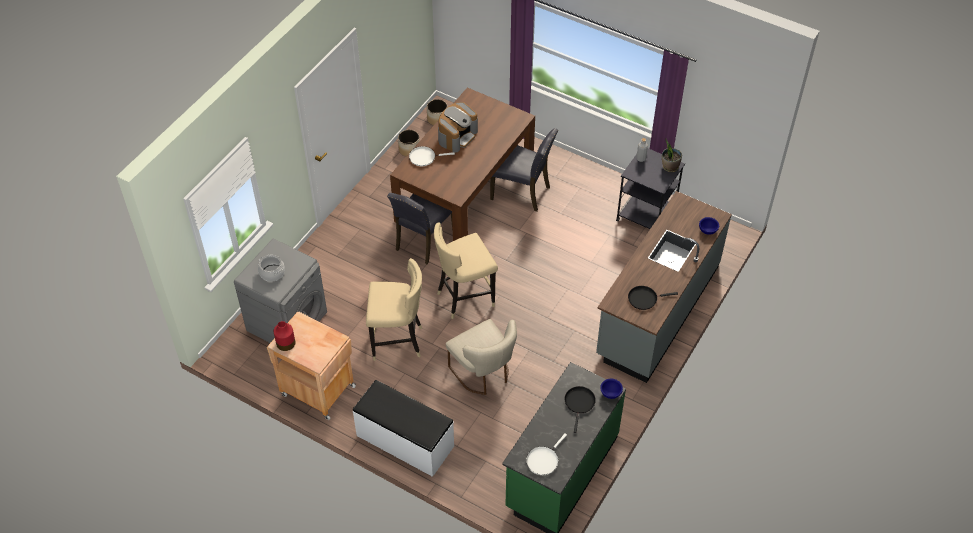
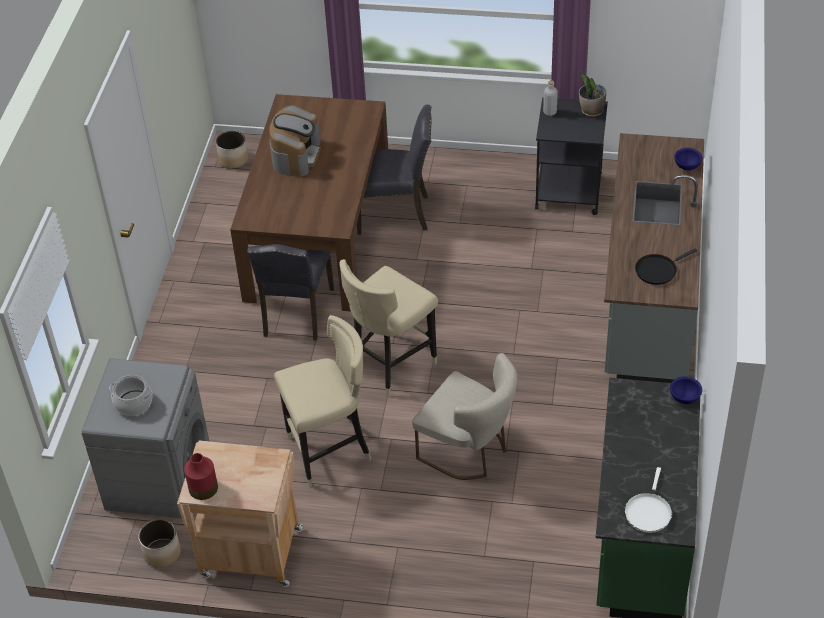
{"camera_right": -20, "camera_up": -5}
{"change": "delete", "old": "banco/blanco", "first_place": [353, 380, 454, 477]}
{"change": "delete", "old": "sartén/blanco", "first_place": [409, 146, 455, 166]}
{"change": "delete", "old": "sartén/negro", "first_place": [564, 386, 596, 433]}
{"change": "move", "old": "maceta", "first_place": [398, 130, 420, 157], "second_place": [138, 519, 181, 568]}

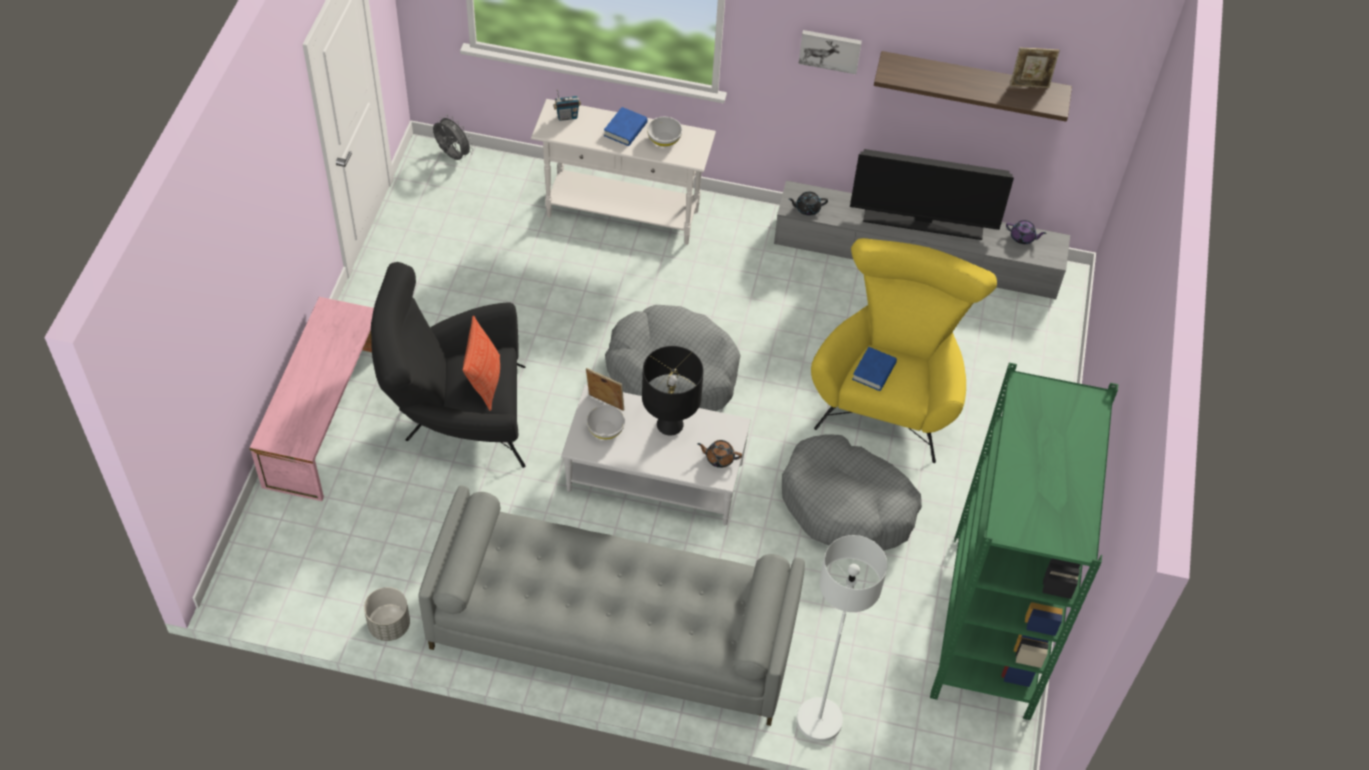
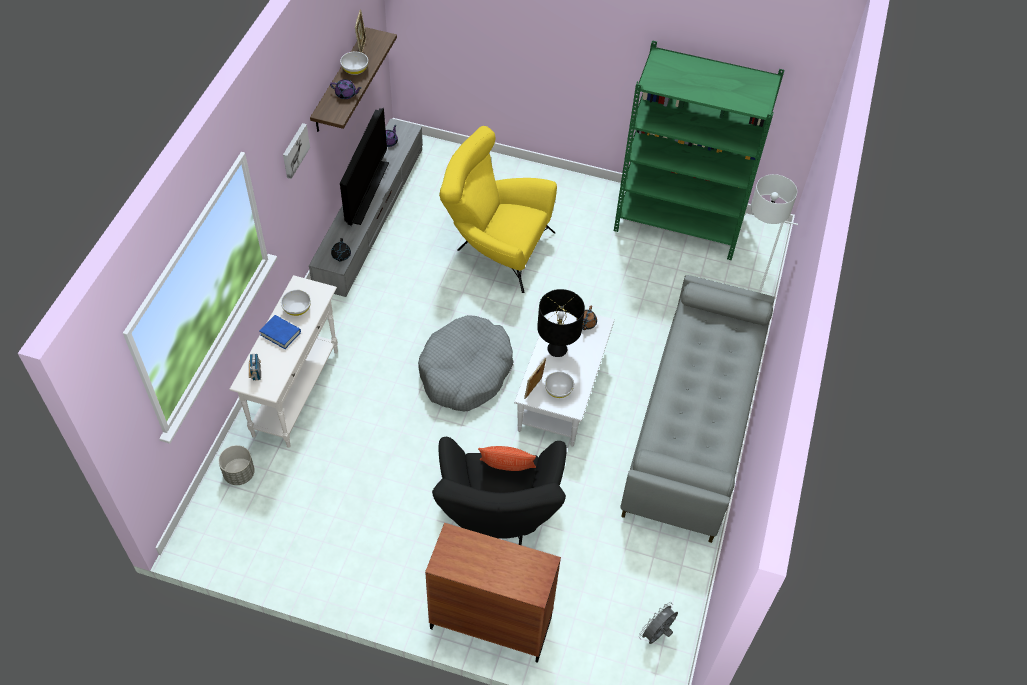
{"camera_right": -85, "camera_up": 0}
{"change": "delete", "old": "cama para perro/gris", "first_place": [782, 434, 922, 551]}
{"change": "delete", "old": "libro/azul", "first_place": [852, 347, 897, 391]}
{"change": "insert", "new": "tetera/morado", "second_place": [330, 79, 362, 99]}
{"change": "insert", "new": "cuenco/blanco", "second_place": [340, 52, 368, 75]}
{"change": "move", "old": "maceta/gris", "first_place": [364, 587, 410, 641], "second_place": [219, 445, 255, 485]}
{"change": "move", "old": "ventilador/gris", "first_place": [433, 114, 474, 160], "second_place": [639, 602, 678, 644]}
{"change": "replace", "old": "banco/rosa", "new": "cómoda/marrón", "first_place": [249, 297, 374, 501], "second_place": [425, 523, 561, 663]}

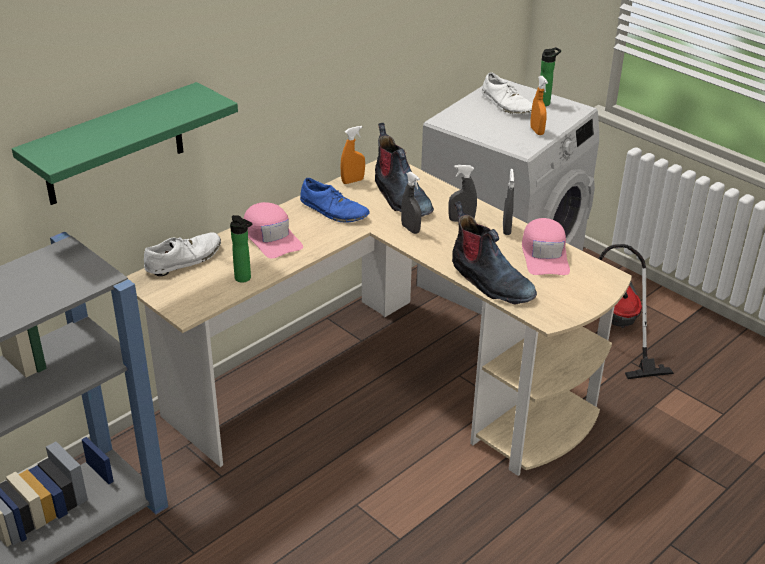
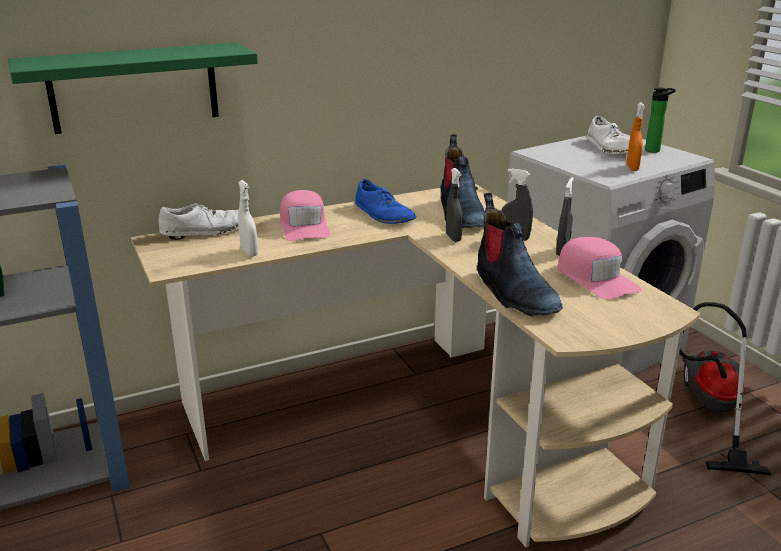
{"camera_right": 20, "camera_up": -10}
{"change": "delete", "old": "pulverizador/naranja", "first_place": [341, 126, 365, 184]}
{"change": "replace", "old": "botella", "new": "pulverizador/blanco", "first_place": [230, 215, 253, 283], "second_place": [238, 180, 258, 257]}
{"change": "rotate", "old": "gorra/rosa", "first_place": [522, 218, 570, 275], "second_place": [557, 237, 642, 300], "degrees": -45}

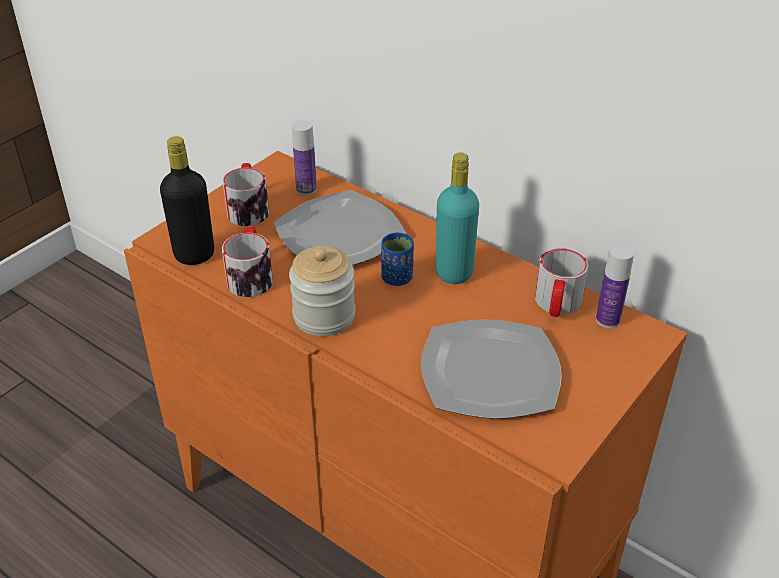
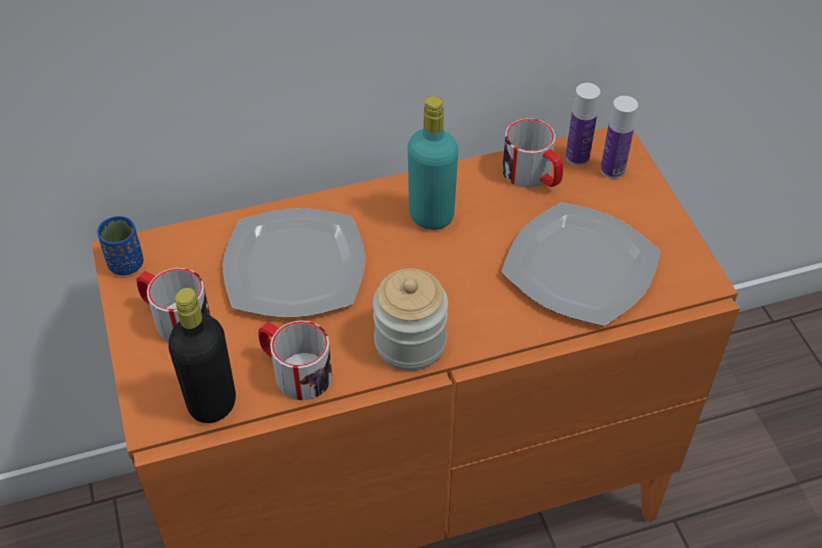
{"camera_right": -55, "camera_up": 10}
{"change": "move", "old": "botella", "first_place": [292, 120, 317, 195], "second_place": [601, 96, 638, 179]}
{"change": "move", "old": "taza/azul", "first_place": [381, 233, 414, 286], "second_place": [97, 216, 144, 275]}

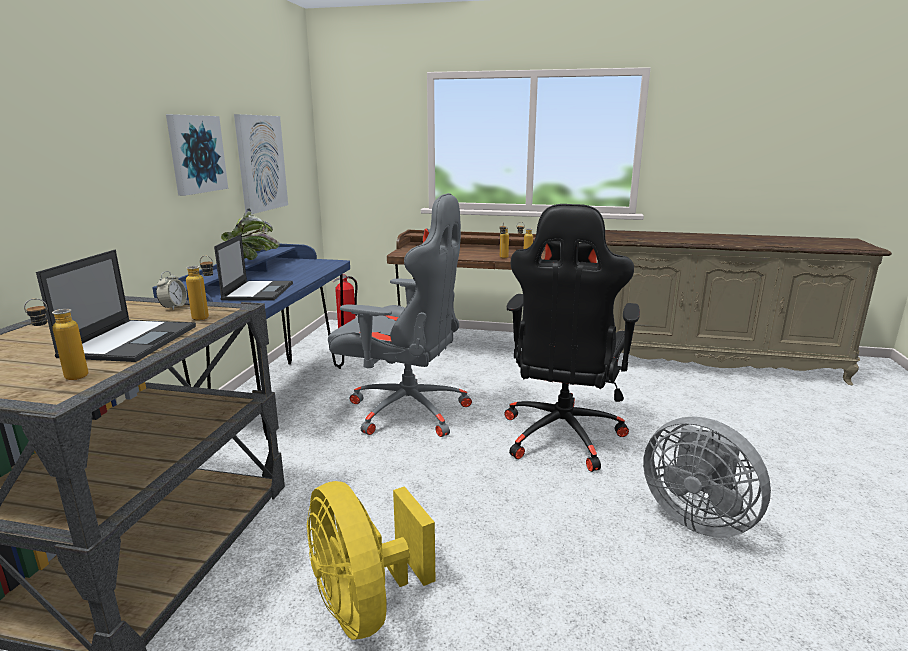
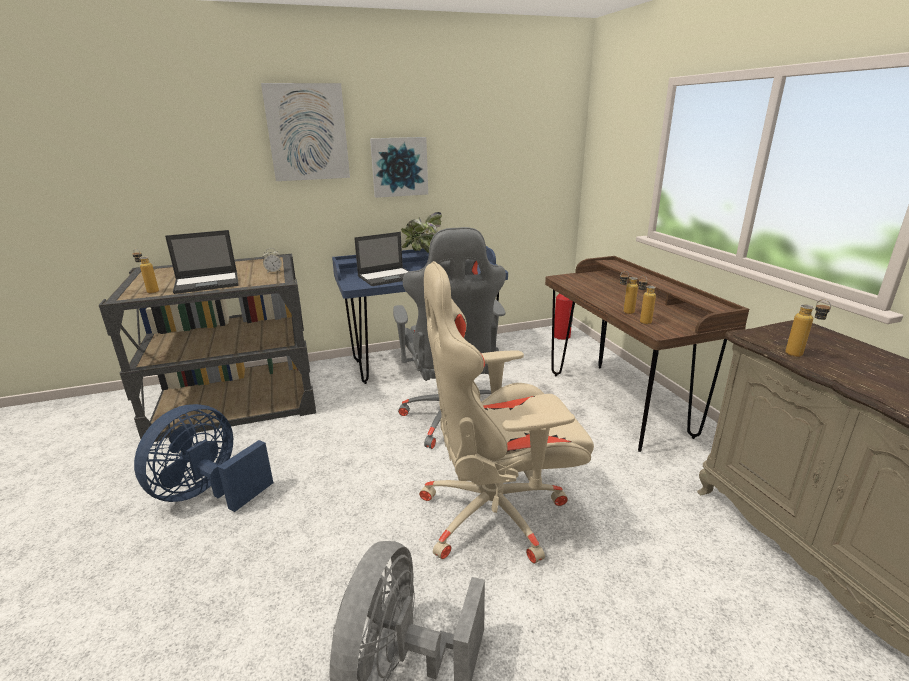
{"camera_right": 60, "camera_up": 5}
{"change": "move", "old": "botella", "first_place": [186, 256, 213, 320], "second_place": [785, 299, 831, 357]}
{"change": "move", "old": "cuadro", "first_place": [234, 114, 288, 214], "second_place": [261, 83, 350, 181]}
{"change": "recolor", "old": "ventilador/amarillo", "new": "ventilador/azul", "first_place": [307, 481, 435, 640], "second_place": [134, 404, 273, 512]}
{"change": "recolor", "old": "silla de oficina/negro", "new": "silla de oficina/beis", "first_place": [504, 204, 640, 472], "second_place": [419, 261, 594, 563]}

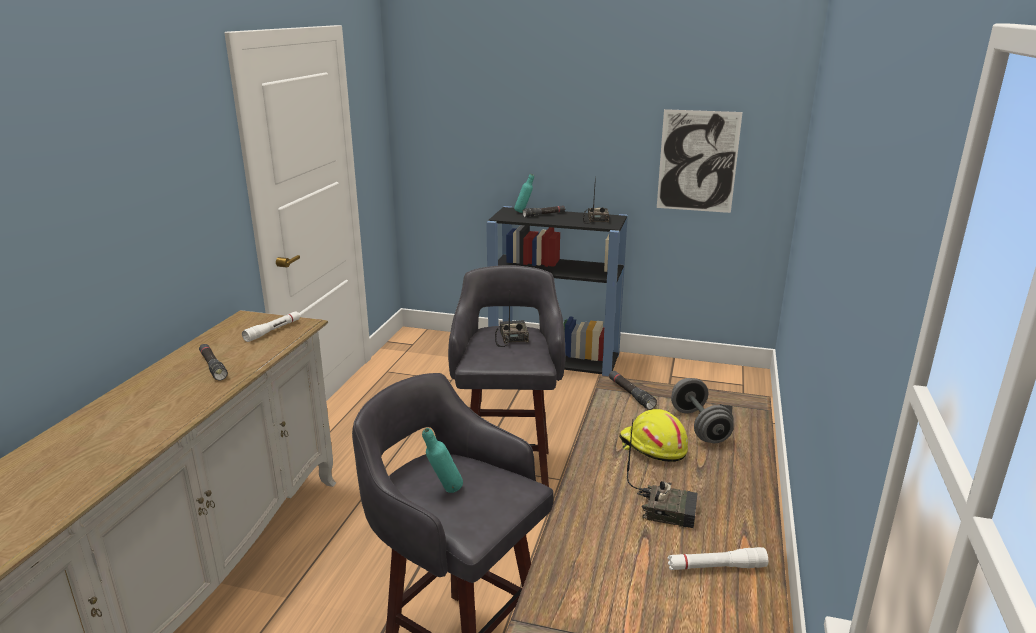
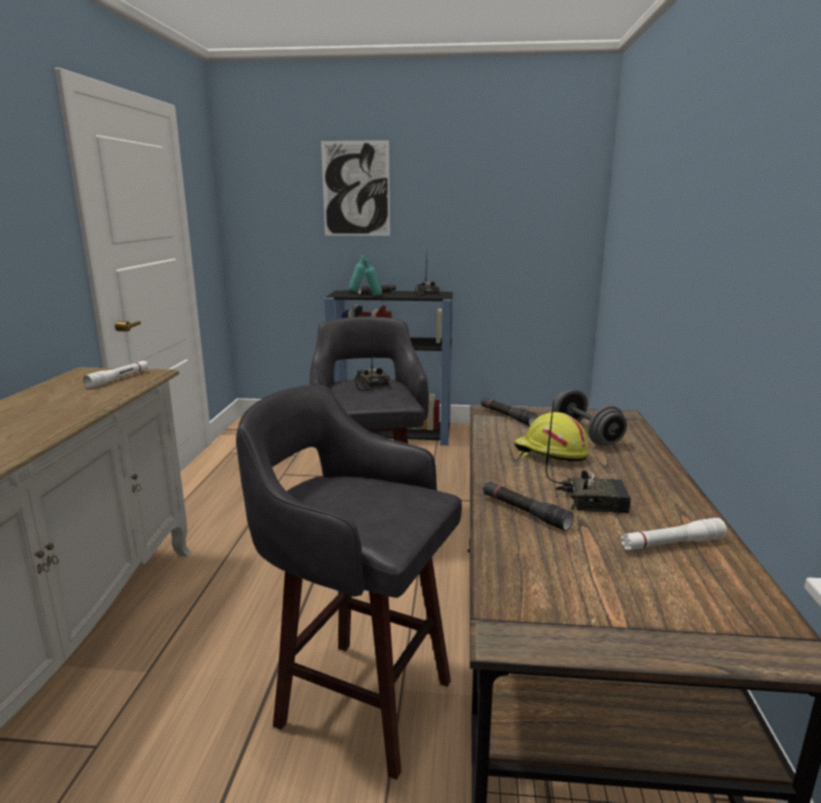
{"camera_right": -10, "camera_up": -5}
{"change": "move", "old": "linterna/negro", "first_place": [199, 344, 228, 380], "second_place": [483, 482, 574, 531]}
{"change": "move", "old": "botella/turquesa", "first_place": [422, 428, 463, 493], "second_place": [363, 258, 382, 296]}
{"change": "move", "old": "cuadro", "first_place": [657, 109, 743, 213], "second_place": [321, 140, 390, 236]}

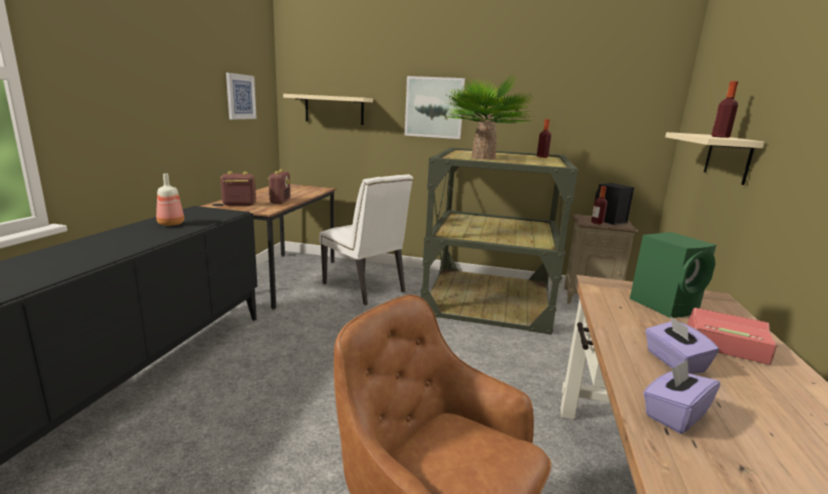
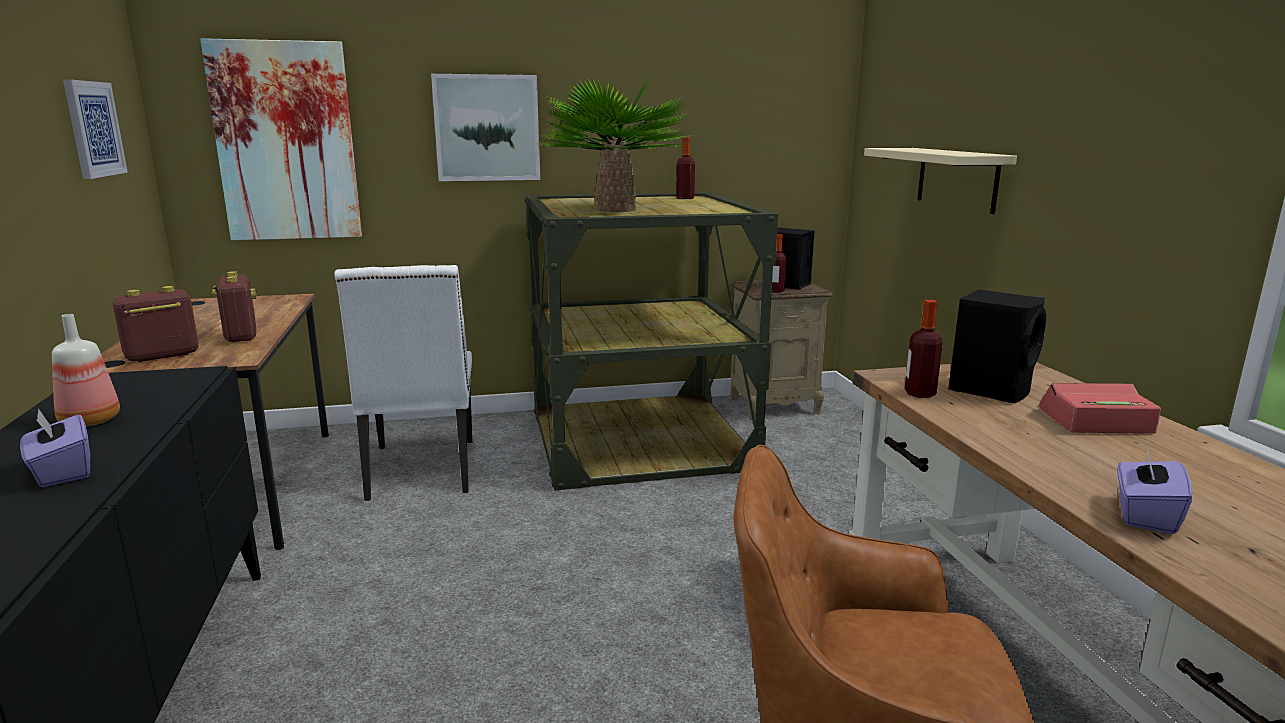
{"camera_right": -25, "camera_up": 0}
{"change": "move", "old": "caja de pañuelos/morado", "first_place": [645, 317, 719, 374], "second_place": [20, 409, 90, 487]}
{"change": "move", "old": "botella", "first_place": [712, 81, 738, 138], "second_place": [905, 300, 943, 398]}
{"change": "replace", "old": "estante/beis", "new": "cuadro", "first_place": [283, 94, 373, 125], "second_place": [200, 38, 362, 240]}
{"change": "recolor", "old": "altavoz/verde", "new": "altavoz/negro", "first_place": [630, 232, 716, 318], "second_place": [948, 290, 1046, 403]}
{"change": "rotate", "old": "silla/blanco", "first_place": [319, 174, 413, 305], "second_place": [334, 265, 473, 501], "degrees": 60}

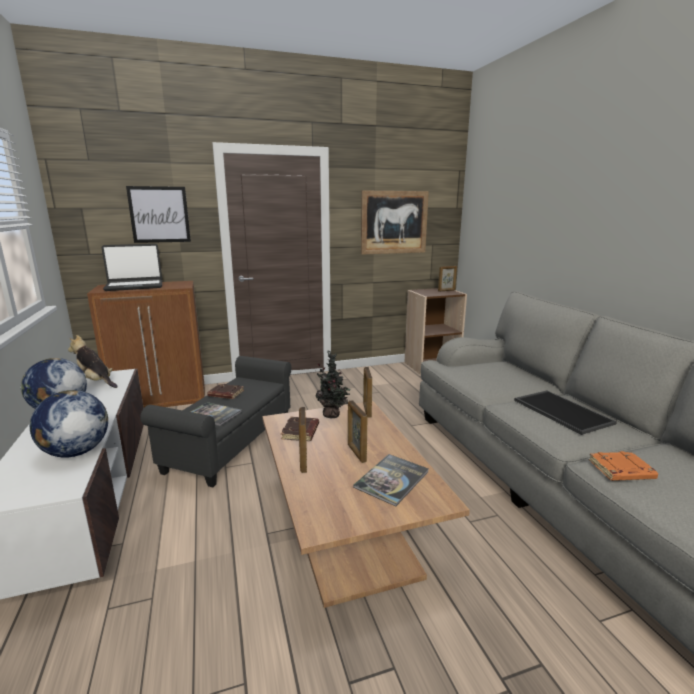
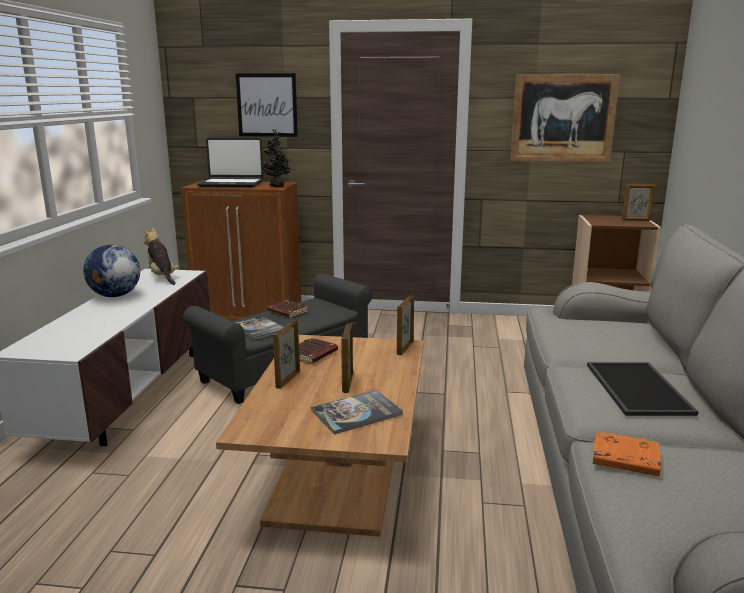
{"camera_right": 25, "camera_up": 0}
{"change": "delete", "old": "globo terráqueo", "first_place": [30, 390, 108, 457]}
{"change": "move", "old": "planta en maceta", "first_place": [316, 351, 350, 418], "second_place": [262, 129, 292, 187]}

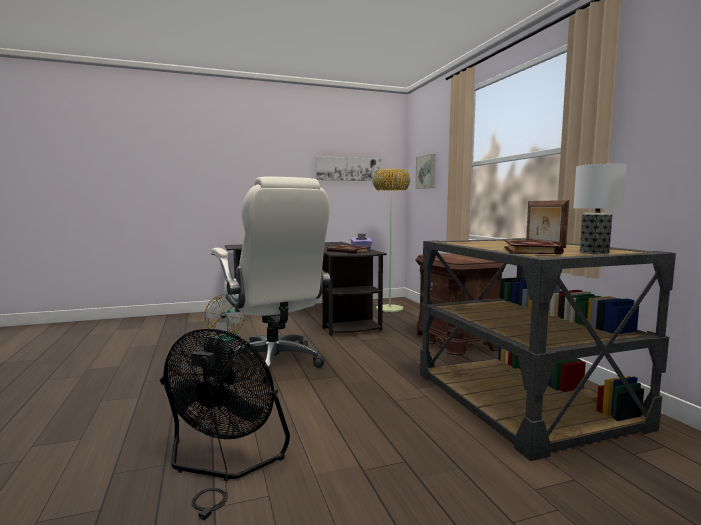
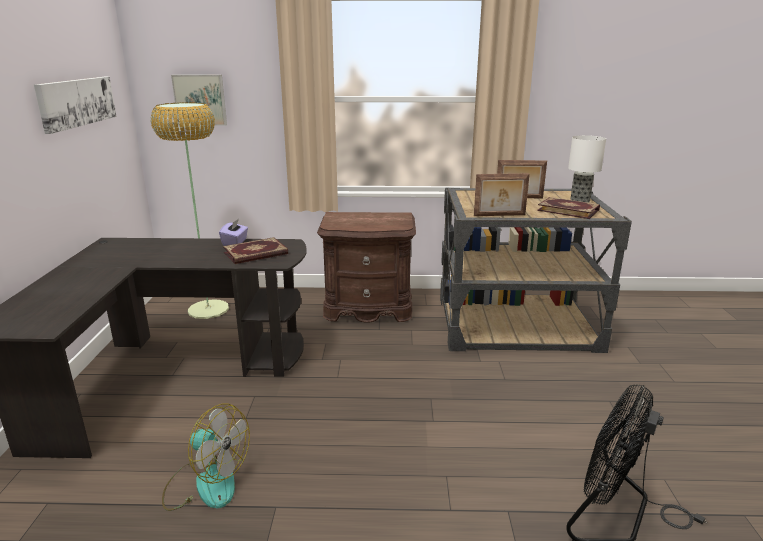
{"camera_right": -70, "camera_up": 15}
{"change": "delete", "old": "silla de oficina/blanco", "first_place": [211, 176, 330, 382]}
{"change": "insert", "new": "portarretratos", "second_place": [474, 173, 530, 216]}

